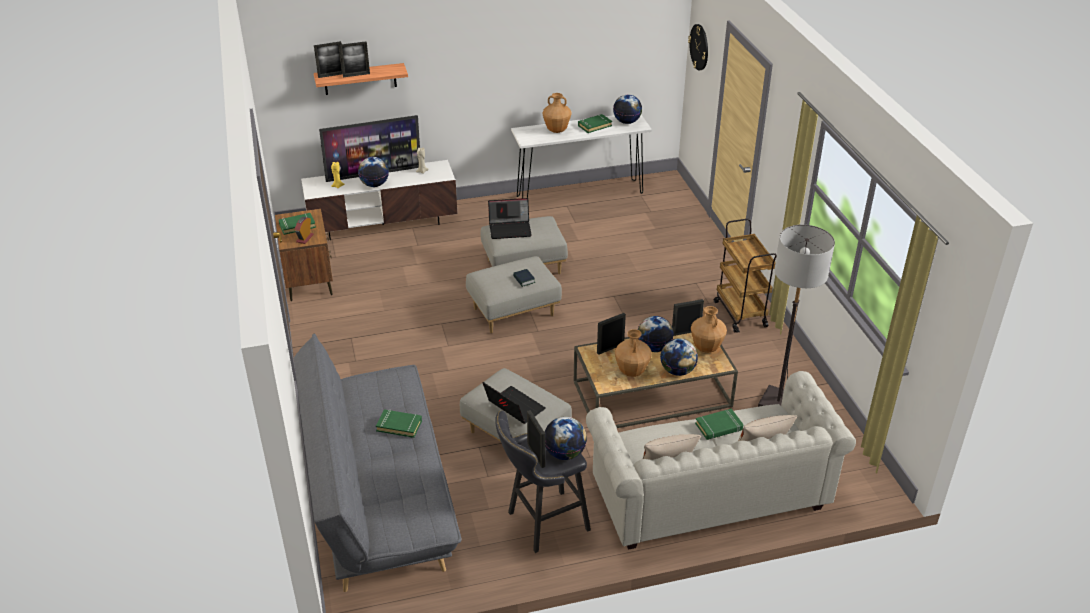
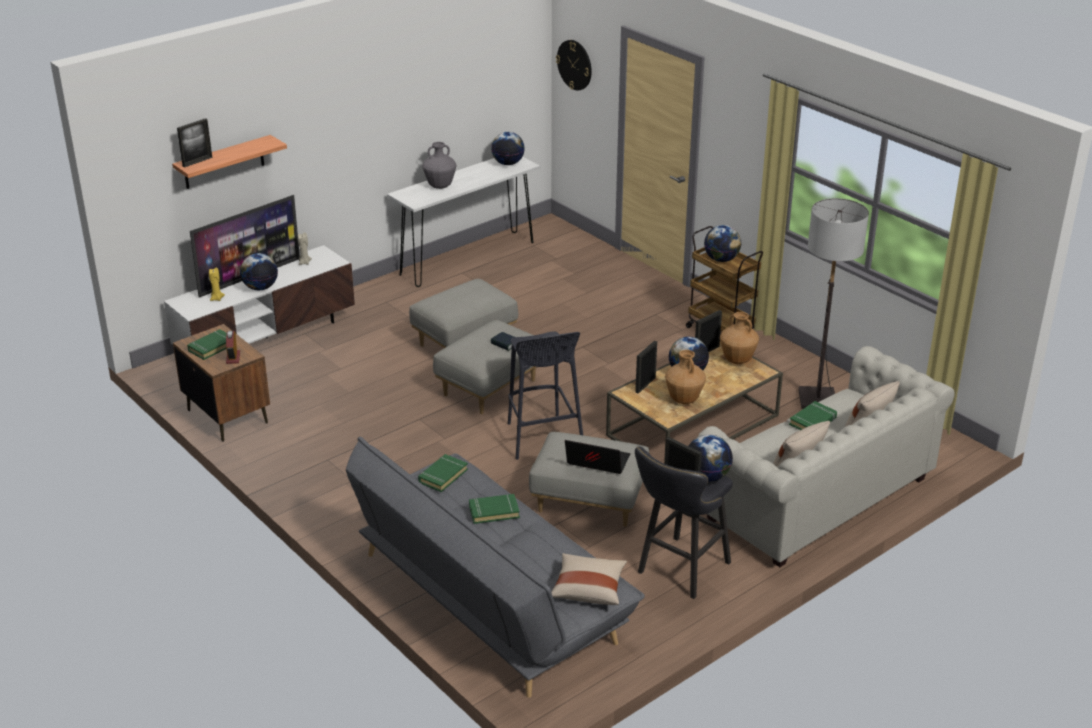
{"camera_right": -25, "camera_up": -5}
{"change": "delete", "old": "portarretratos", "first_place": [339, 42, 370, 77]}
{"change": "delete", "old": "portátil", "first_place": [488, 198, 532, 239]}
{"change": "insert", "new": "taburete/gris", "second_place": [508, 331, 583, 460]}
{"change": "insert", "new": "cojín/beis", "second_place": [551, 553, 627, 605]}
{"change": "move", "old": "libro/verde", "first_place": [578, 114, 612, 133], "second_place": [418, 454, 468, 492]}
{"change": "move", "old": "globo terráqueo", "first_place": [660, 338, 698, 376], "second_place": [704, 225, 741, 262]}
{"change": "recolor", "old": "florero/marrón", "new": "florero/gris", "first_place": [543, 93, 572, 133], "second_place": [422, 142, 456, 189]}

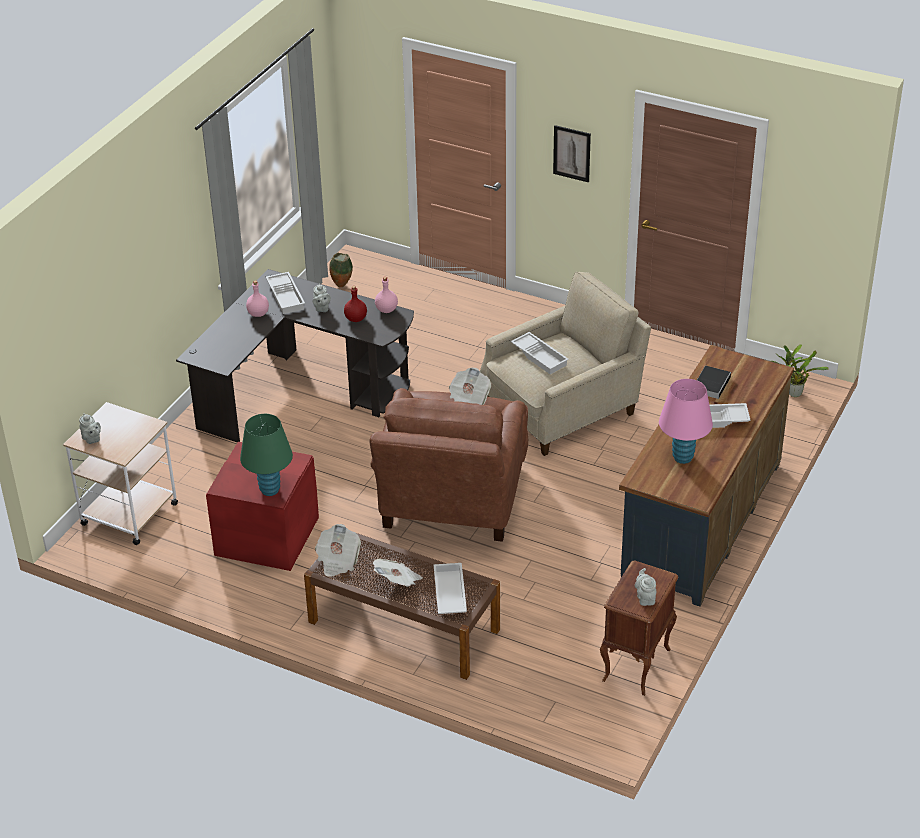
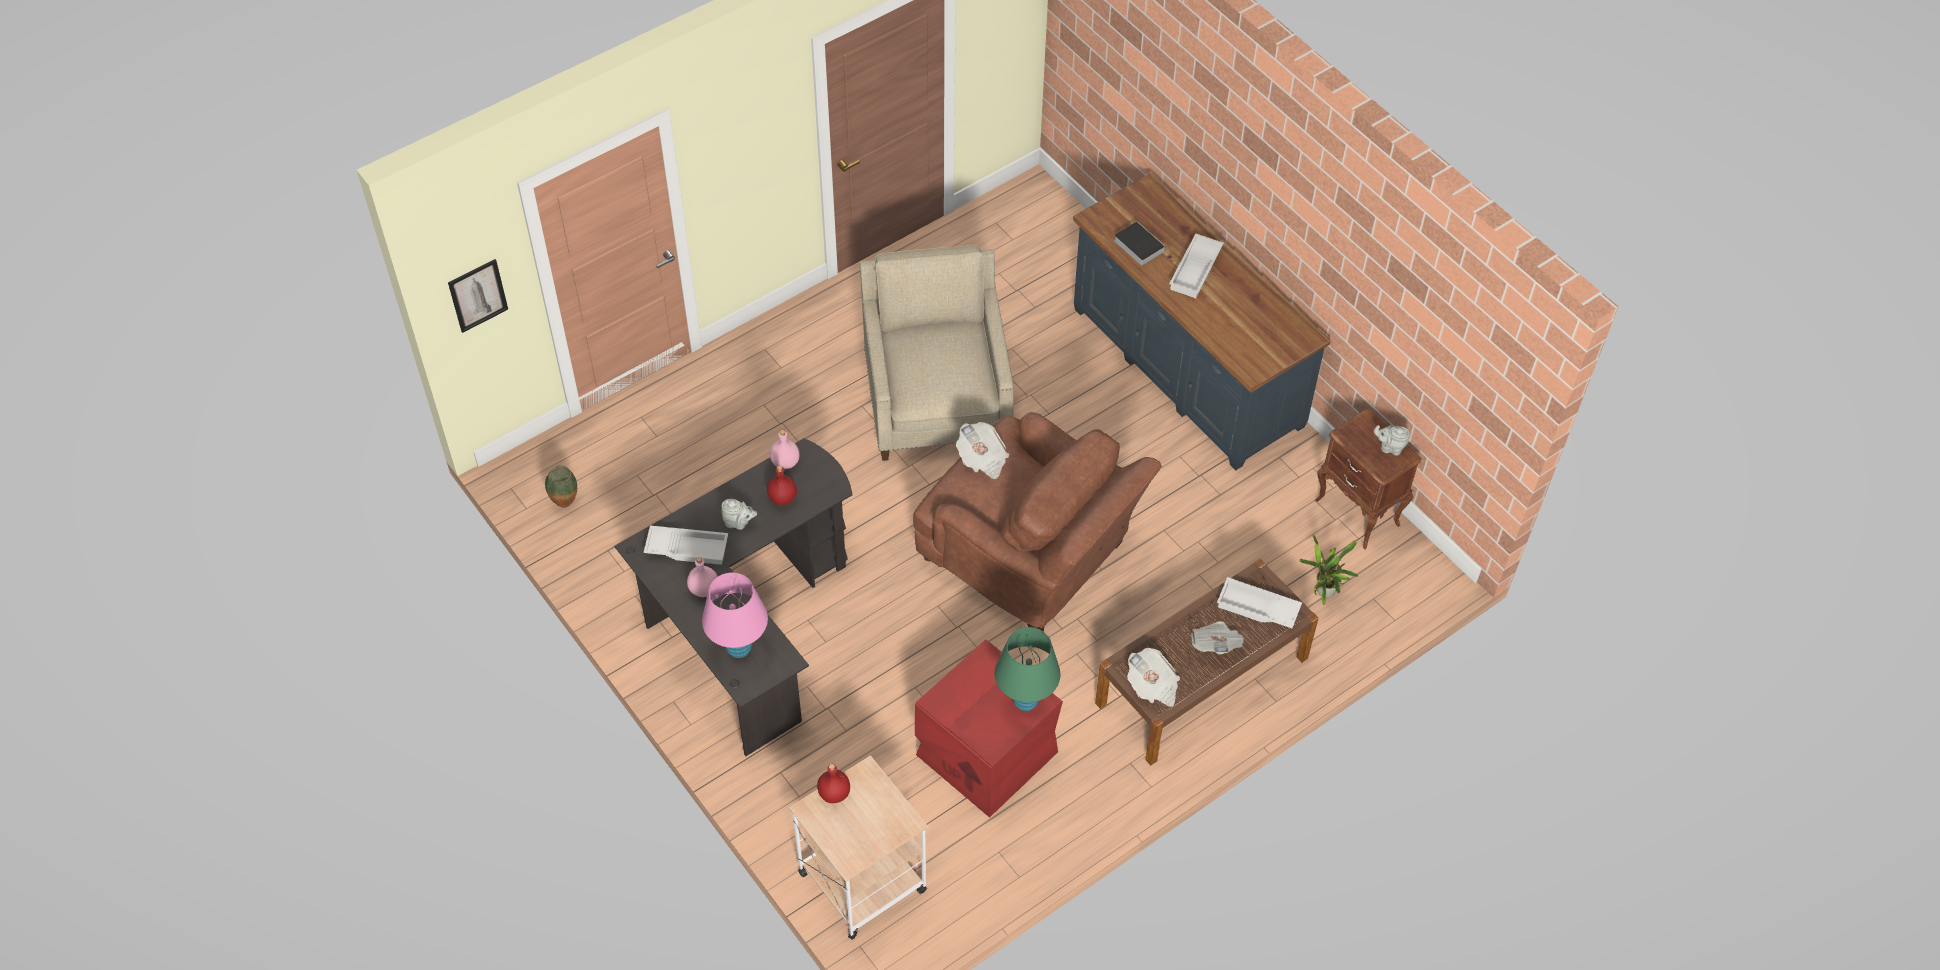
{"camera_right": -65, "camera_up": 15}
{"change": "delete", "old": "tetera/gris", "first_place": [79, 413, 101, 444]}
{"change": "delete", "old": "bandeja/blanco", "first_place": [511, 332, 569, 374]}
{"change": "insert", "new": "botella/rojo", "second_place": [817, 764, 850, 803]}
{"change": "move", "old": "cuadro", "first_place": [553, 125, 591, 182], "second_place": [448, 259, 508, 333]}
{"change": "move", "old": "lámpara de mesa/rosa", "first_place": [659, 379, 713, 464], "second_place": [702, 572, 768, 658]}
{"change": "move", "old": "planta en maceta", "first_place": [772, 344, 829, 397], "second_place": [1299, 535, 1358, 606]}

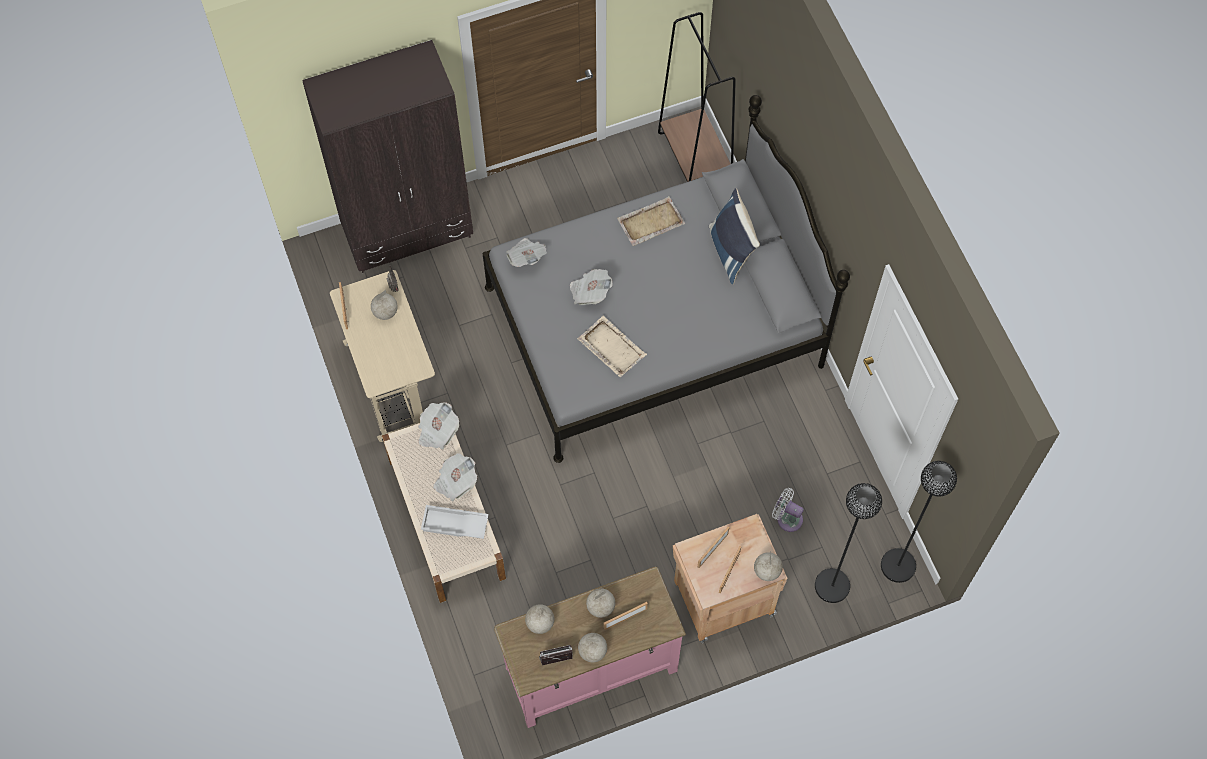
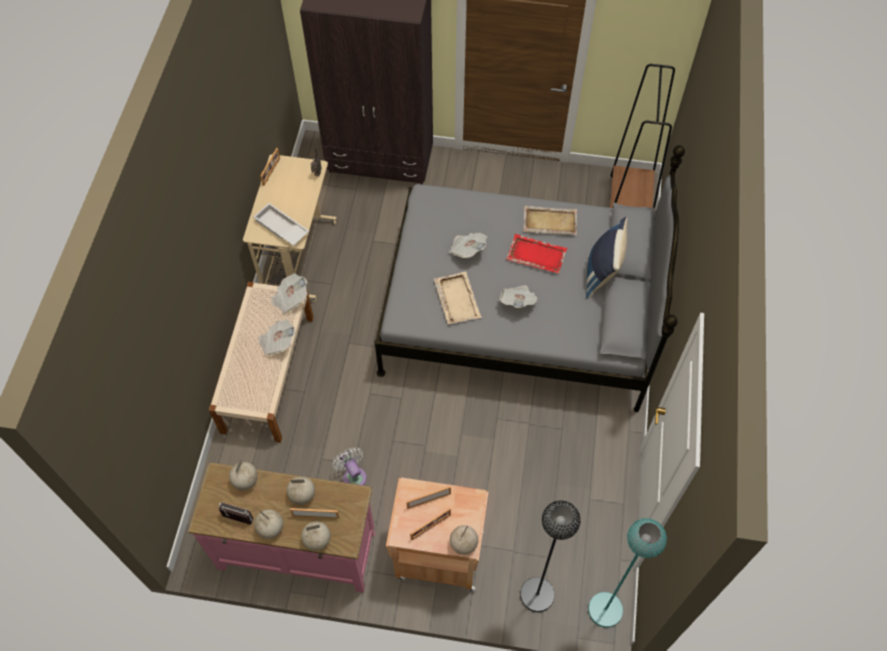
{"camera_right": 30, "camera_up": -5}
{"change": "insert", "new": "bandeja/rojo", "second_place": [506, 234, 567, 273]}
{"change": "move", "old": "globo terráqueo", "first_place": [371, 290, 398, 320], "second_place": [301, 521, 330, 551]}
{"change": "move", "old": "bandeja/blanco", "first_place": [421, 505, 489, 539], "second_place": [254, 203, 309, 246]}
{"change": "move", "old": "periódico", "first_place": [506, 238, 547, 267], "second_place": [499, 285, 538, 308]}
{"change": "move", "old": "ventilador/blanco", "first_place": [772, 488, 804, 532], "second_place": [333, 447, 367, 485]}
{"change": "recolor", "old": "lámpara de pie/negro", "new": "lámpara de pie/turquesa", "first_place": [881, 461, 957, 583], "second_place": [588, 518, 667, 628]}

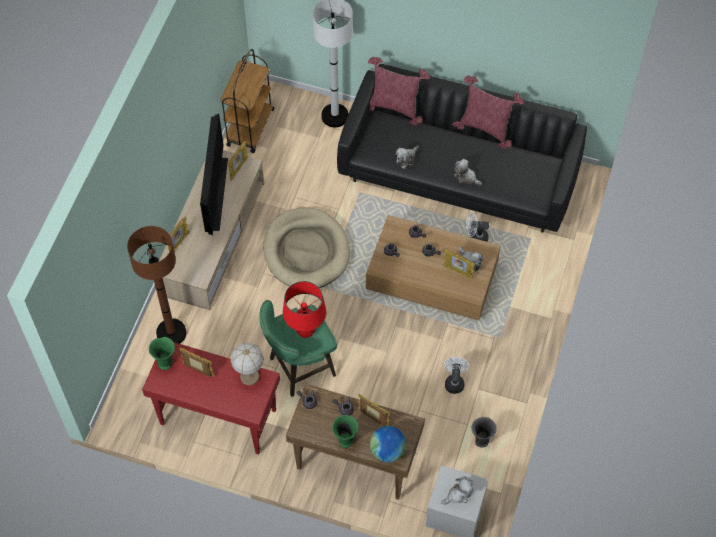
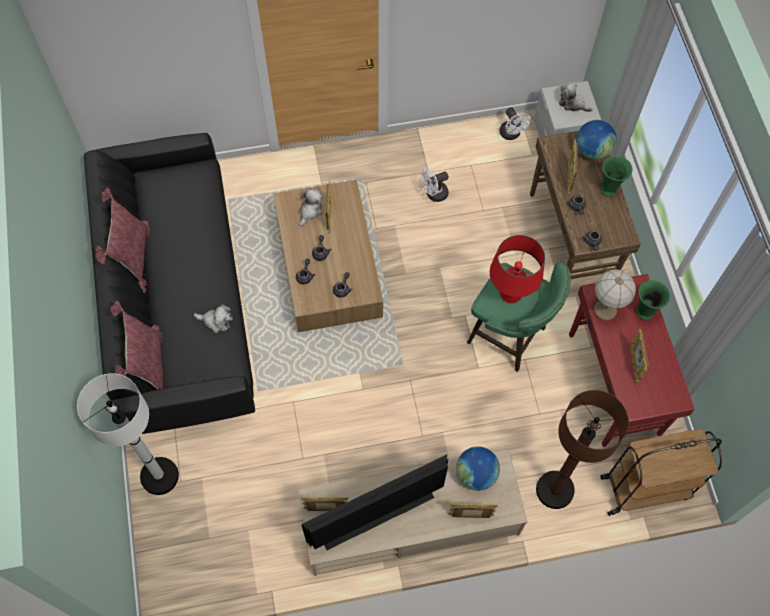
{"camera_right": -120, "camera_up": 5}
{"change": "delete", "old": "cama para perro/beis", "first_place": [263, 207, 350, 288]}
{"change": "delete", "old": "peluche", "first_place": [454, 159, 482, 185]}
{"change": "delete", "old": "florero/gris", "first_place": [471, 417, 497, 448]}
{"change": "insert", "new": "globo terráqueo", "second_place": [456, 446, 500, 491]}
{"change": "move", "old": "florero/verde", "first_place": [149, 337, 175, 370], "second_place": [636, 280, 670, 320]}
{"change": "move", "old": "carrito/marrón", "first_place": [220, 49, 274, 153], "second_place": [601, 429, 722, 516]}
{"change": "move", "old": "ventilador/blanco", "first_place": [466, 212, 489, 242], "second_place": [499, 107, 531, 140]}

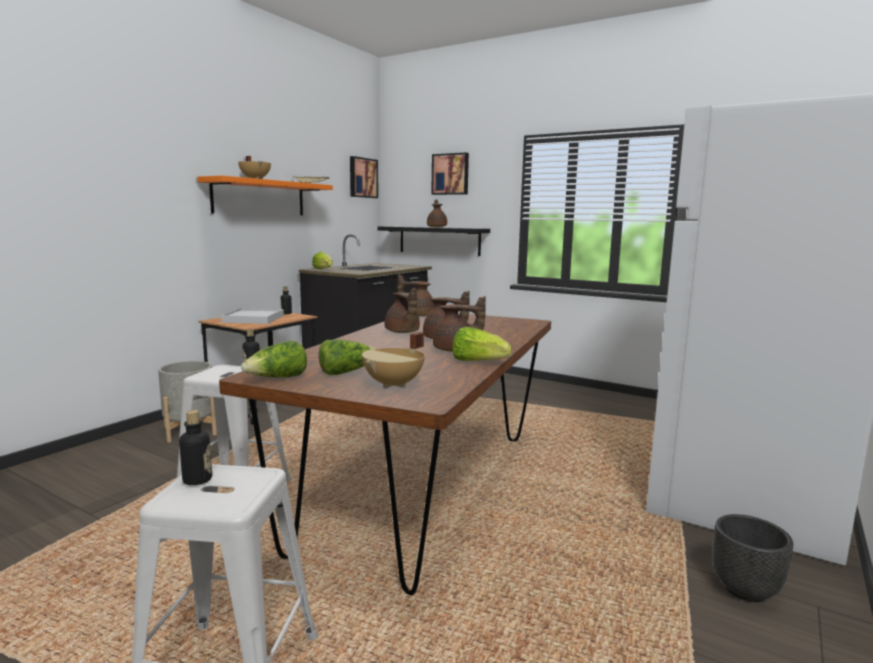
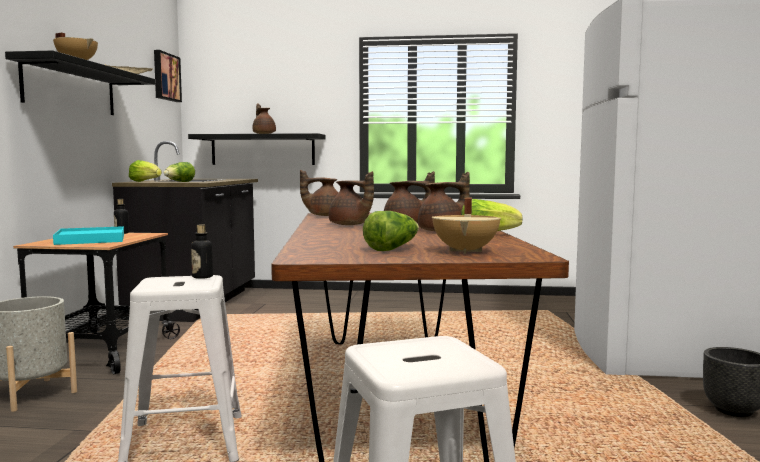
{"camera_right": -25, "camera_up": -5}
{"change": "delete", "old": "botella", "first_place": [179, 410, 212, 485]}
{"change": "delete", "old": "cuadro", "first_place": [431, 153, 469, 195]}
{"change": "move", "old": "lechuga", "first_place": [241, 341, 307, 378], "second_place": [163, 162, 195, 182]}
{"change": "recolor", "old": "estante/naranja", "new": "estante/negro", "first_place": [197, 176, 333, 215], "second_place": [5, 50, 155, 115]}
{"change": "recolor", "old": "bandeja/blanco", "new": "bandeja/turquesa", "first_place": [221, 308, 284, 324], "second_place": [53, 226, 124, 245]}

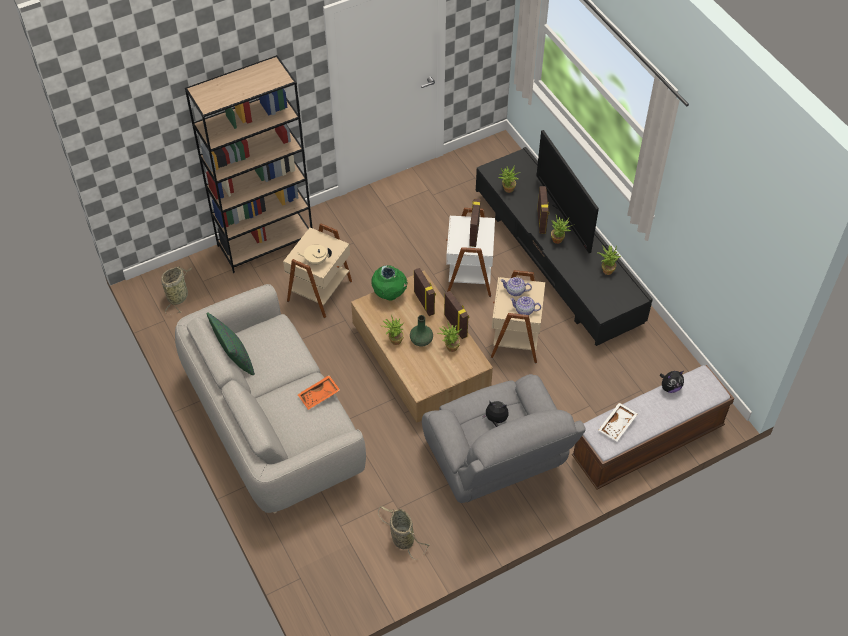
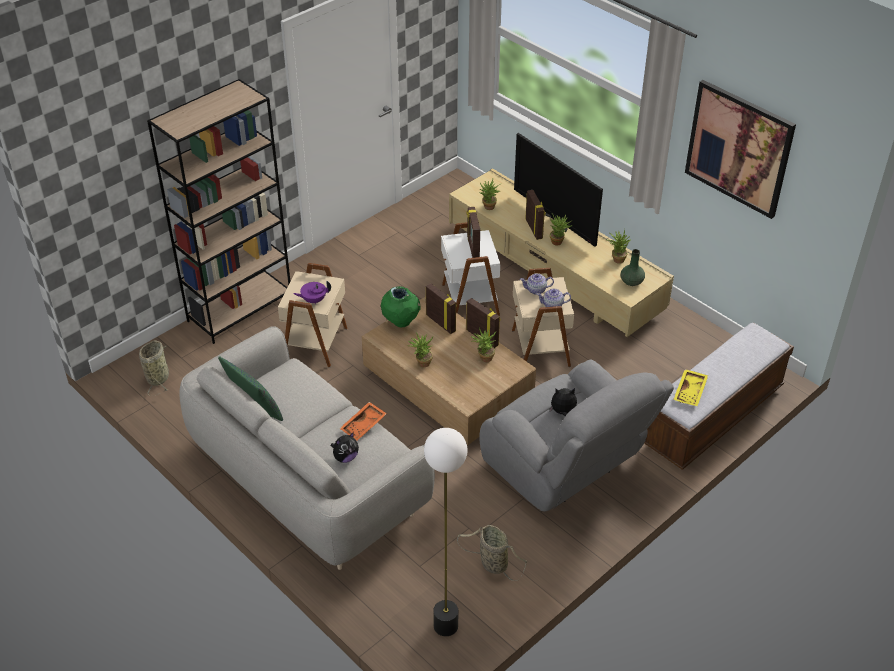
{"camera_right": -15, "camera_up": -10}
{"change": "insert", "new": "lámpara de pie", "second_place": [424, 428, 468, 636]}
{"change": "insert", "new": "cuadro", "second_place": [685, 80, 796, 219]}
{"change": "move", "old": "florero/verde", "first_place": [410, 315, 433, 347], "second_place": [621, 249, 645, 286]}
{"change": "move", "old": "peluche", "first_place": [660, 371, 684, 393], "second_place": [331, 432, 359, 463]}
{"change": "recolor", "old": "tetera/beis", "new": "tetera/morado", "first_place": [297, 244, 332, 265], "second_place": [293, 281, 331, 304]}
{"change": "recolor", "old": "mueble de televisión/negro", "new": "mueble de televisión/beis", "first_place": [476, 147, 653, 346], "second_place": [449, 168, 674, 337]}
{"change": "recolor", "old": "bandeja/blanco", "new": "bandeja/amarillo", "first_place": [598, 403, 638, 441], "second_place": [673, 369, 708, 406]}

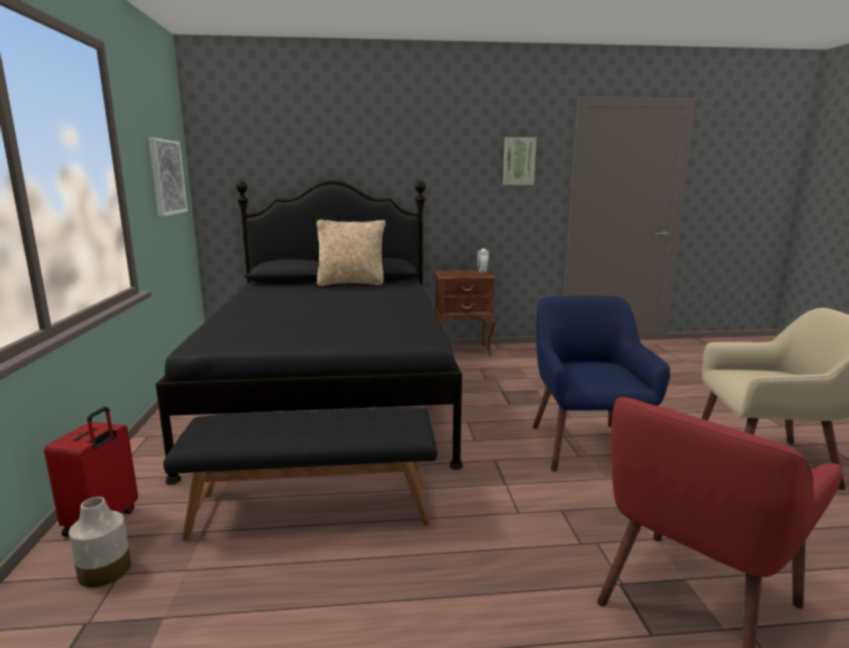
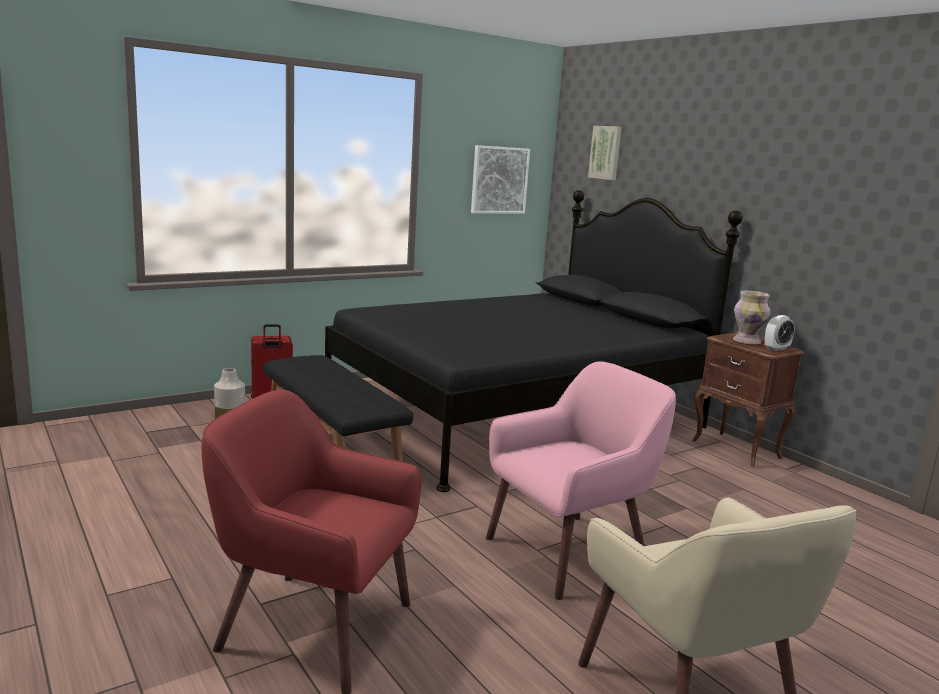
{"camera_right": 60, "camera_up": 0}
{"change": "delete", "old": "cojín/beis", "first_place": [316, 219, 386, 286]}
{"change": "insert", "new": "florero", "second_place": [733, 291, 770, 345]}
{"change": "move", "old": "cuadro", "first_place": [503, 137, 536, 185], "second_place": [588, 126, 622, 180]}
{"change": "recolor", "old": "sillón/azul", "new": "sillón/rosa", "first_place": [533, 296, 670, 472], "second_place": [486, 361, 676, 600]}

